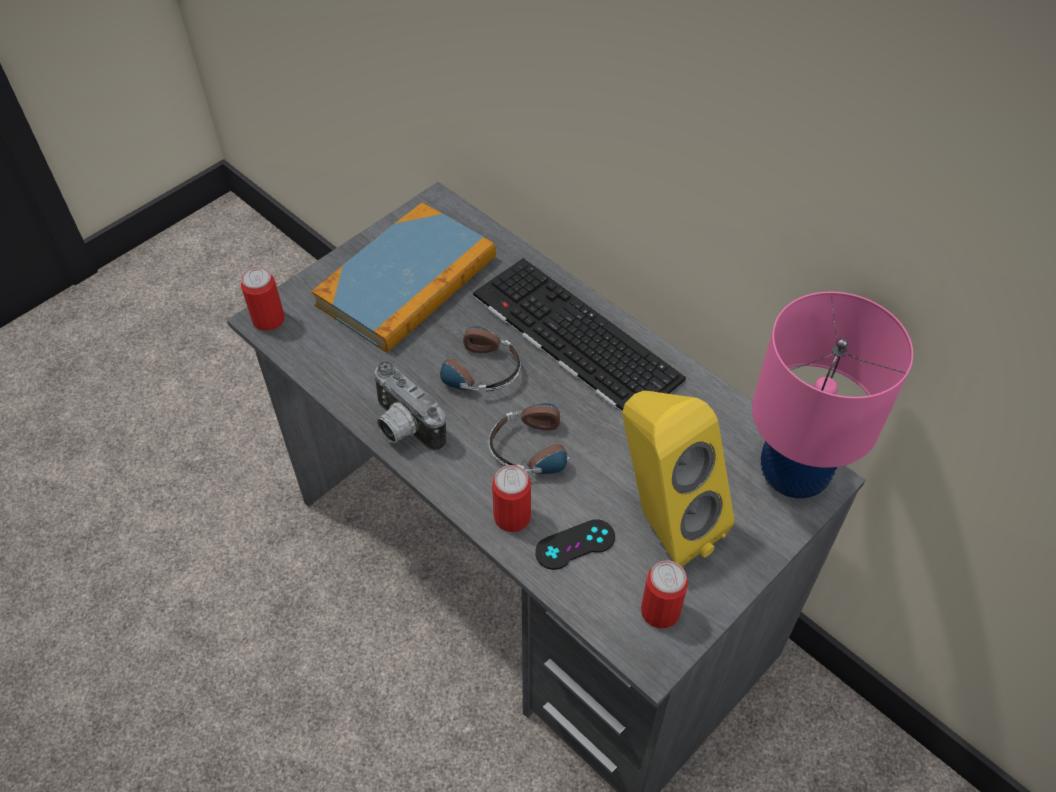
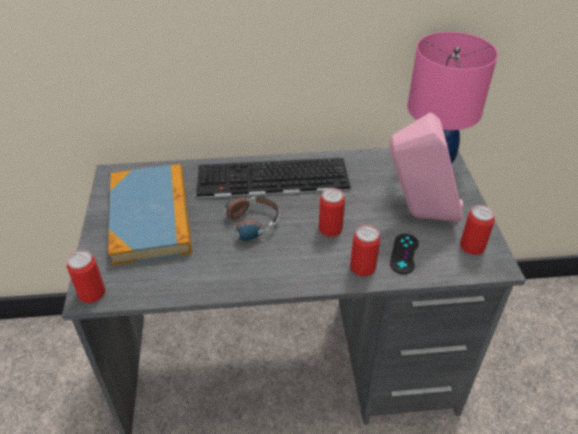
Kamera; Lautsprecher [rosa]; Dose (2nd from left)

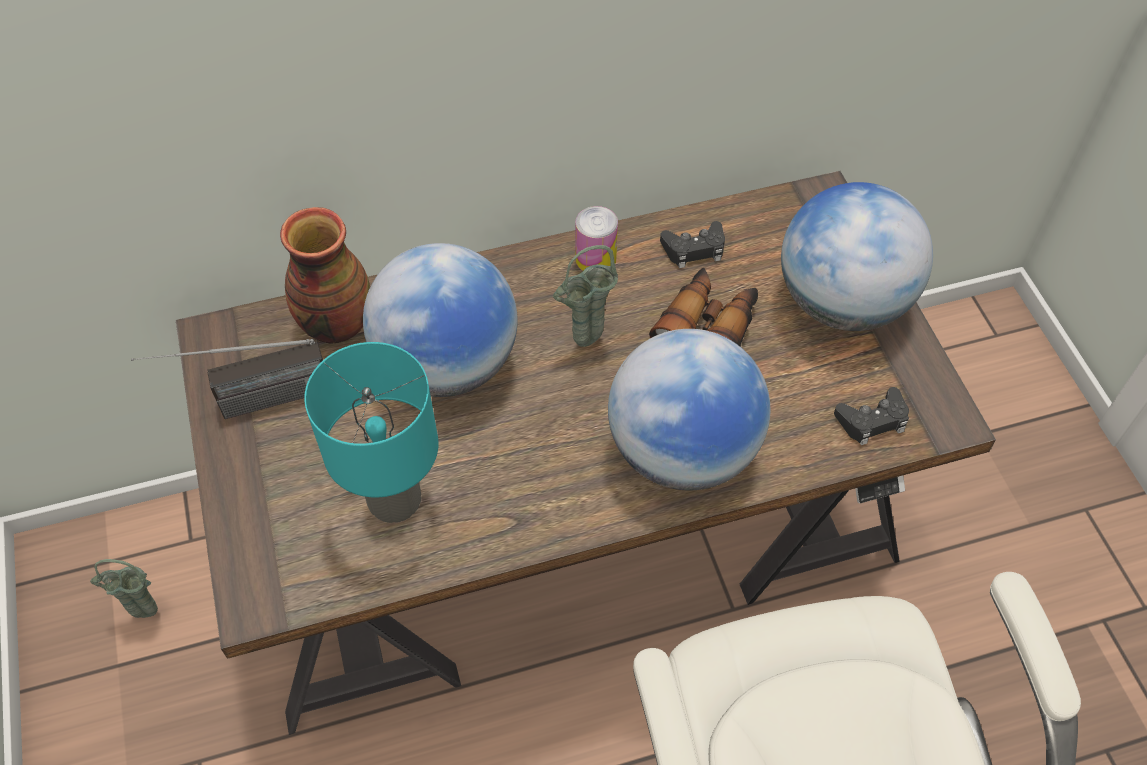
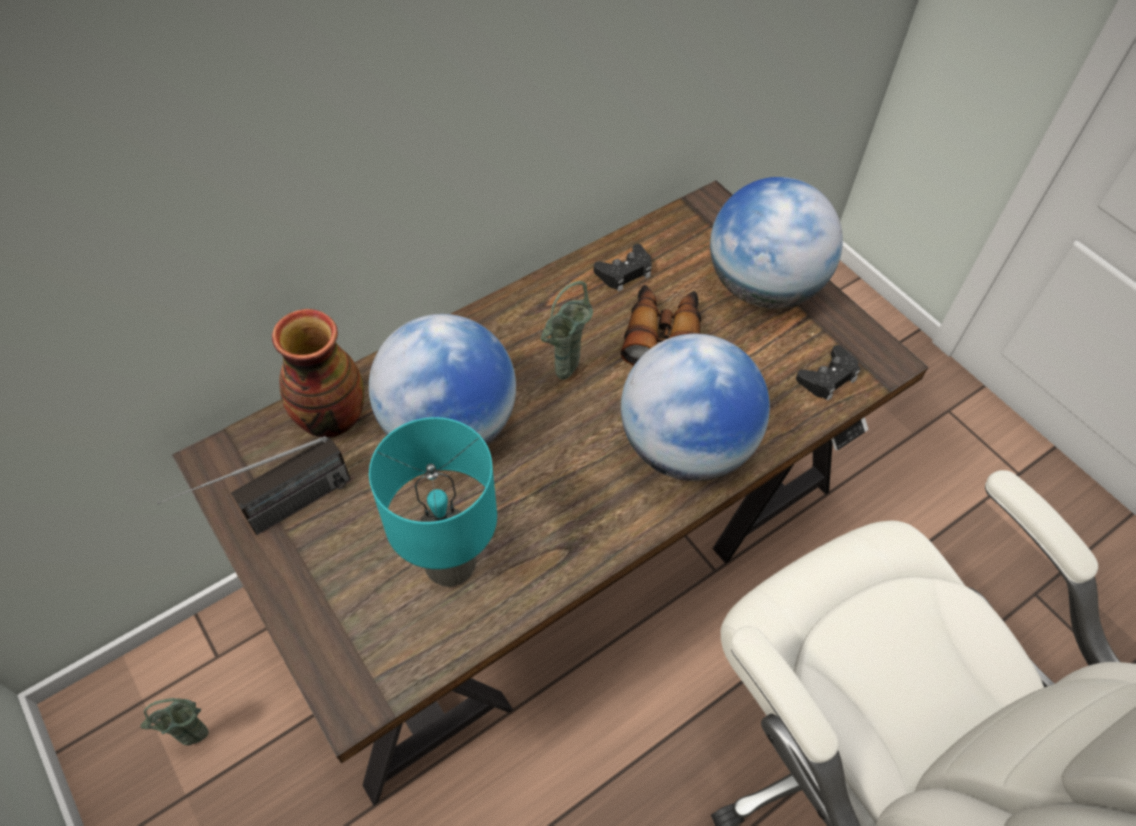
Dose

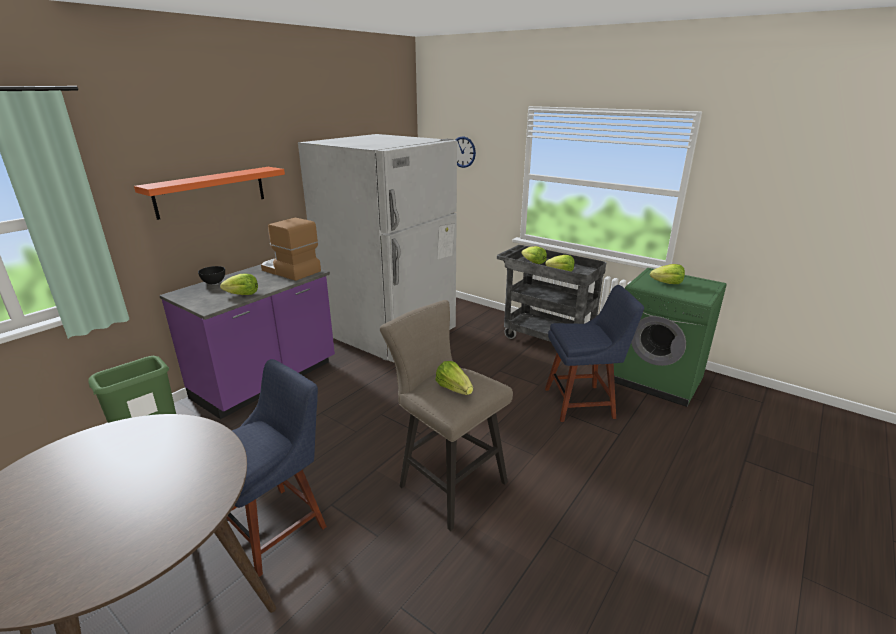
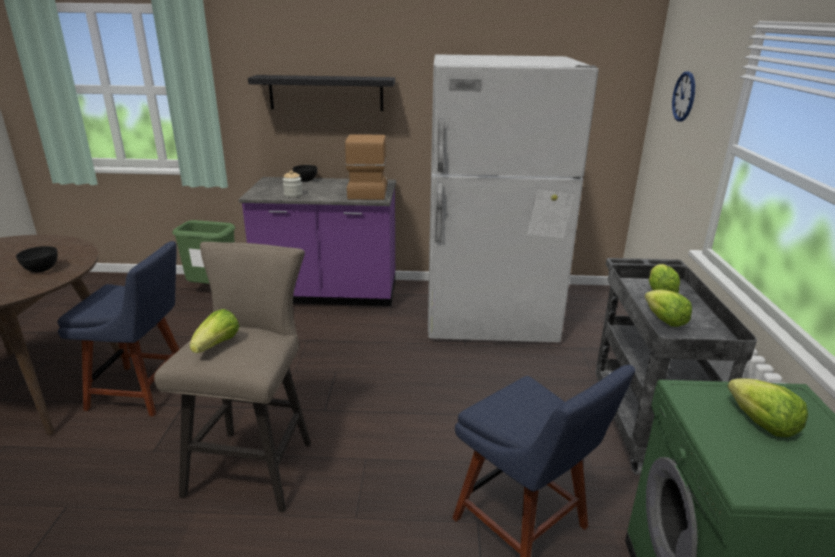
Wandregal [schwarz]; Vorratsglas; Schüssel [schwarz] (1st from left)

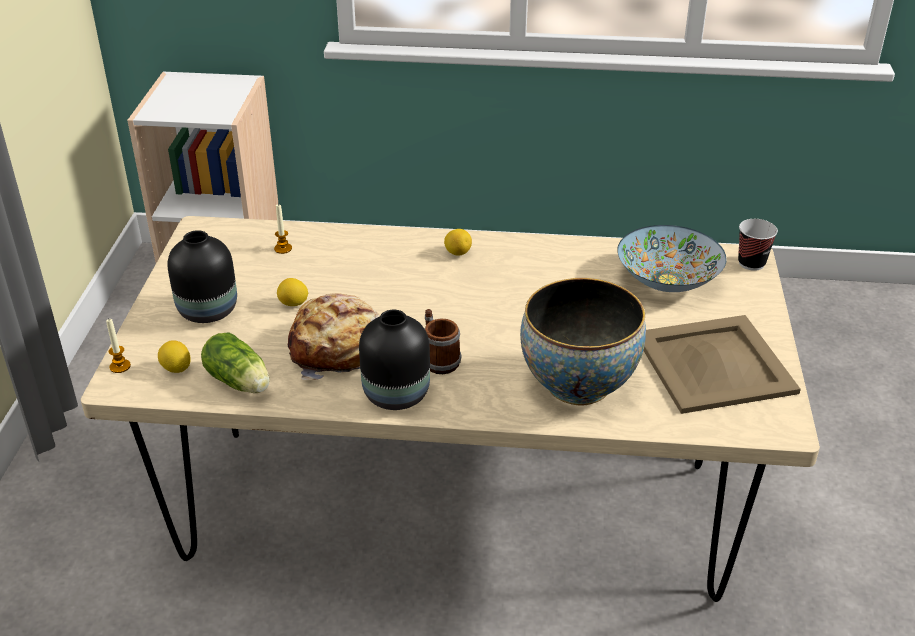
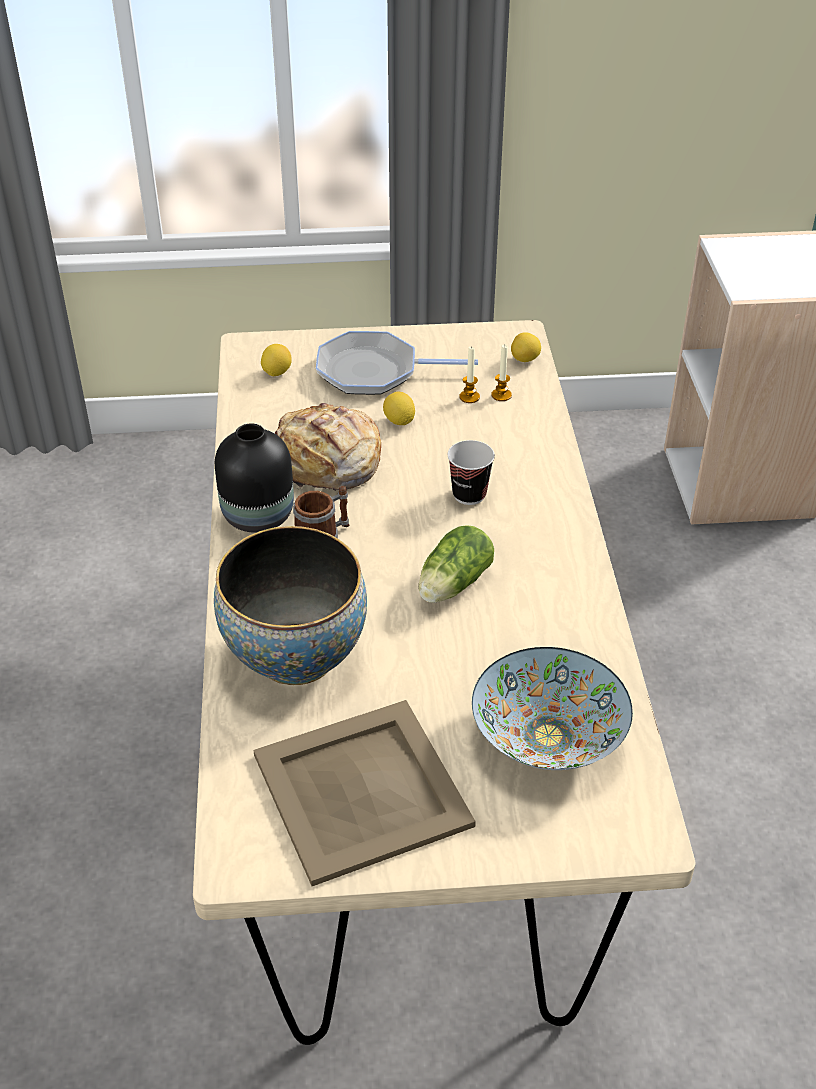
Tasse; Zitrone (3rd from left); Pfanne; Kerze (1st from left); Salatkopf

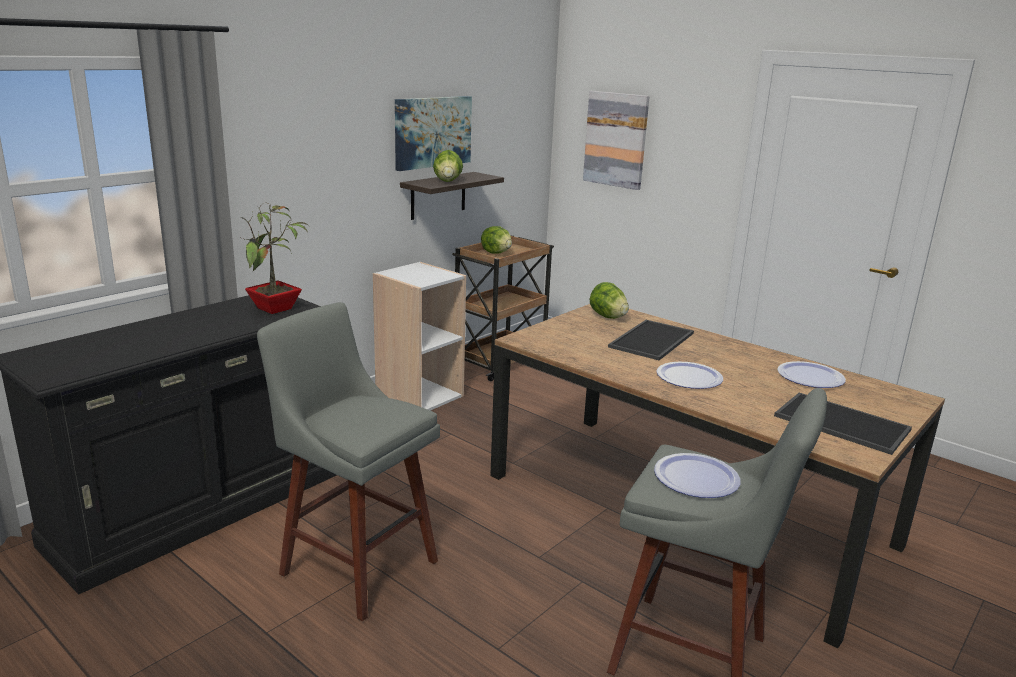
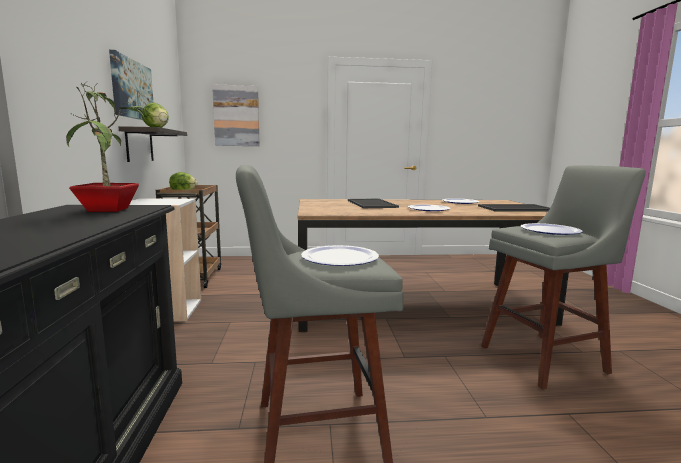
Salatkopf (3rd from left in the first image); Teller (1st from left)

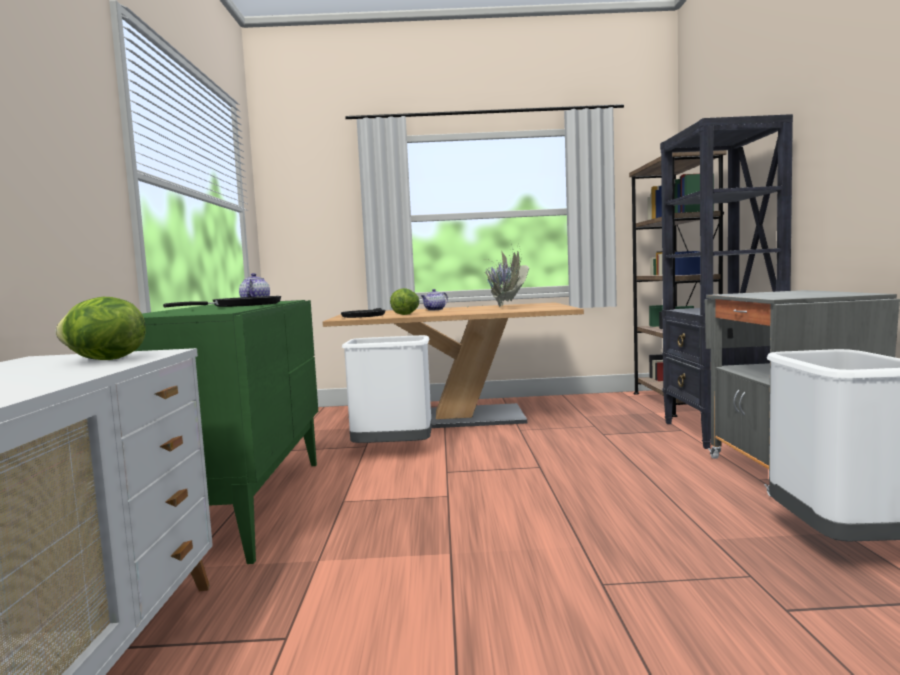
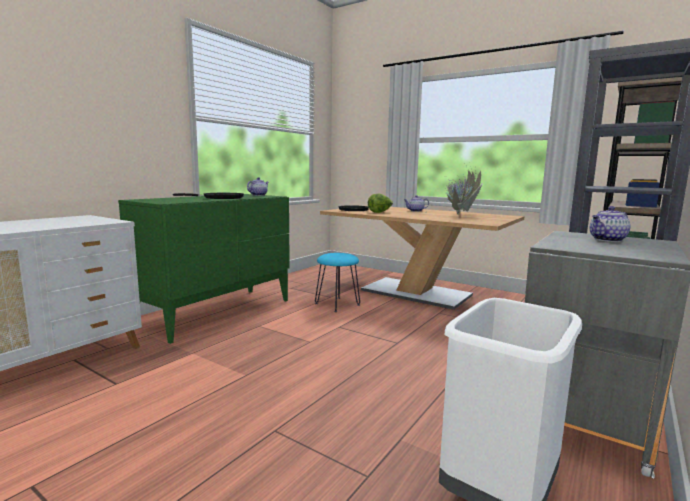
Salatkopf (1st from left in the first image); Hocker [türkis]; Teekanne (3rd from left)

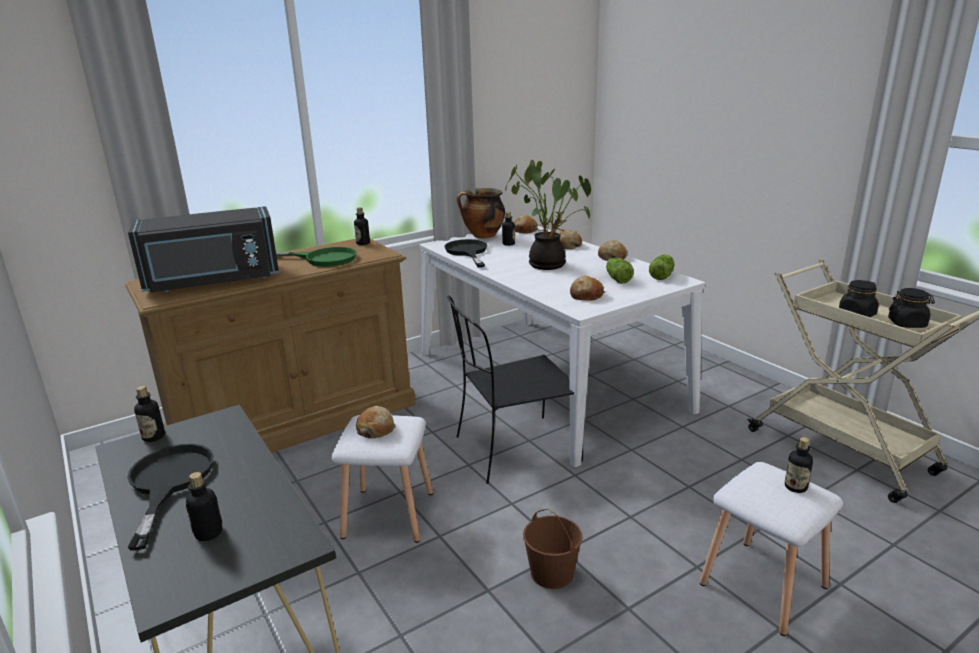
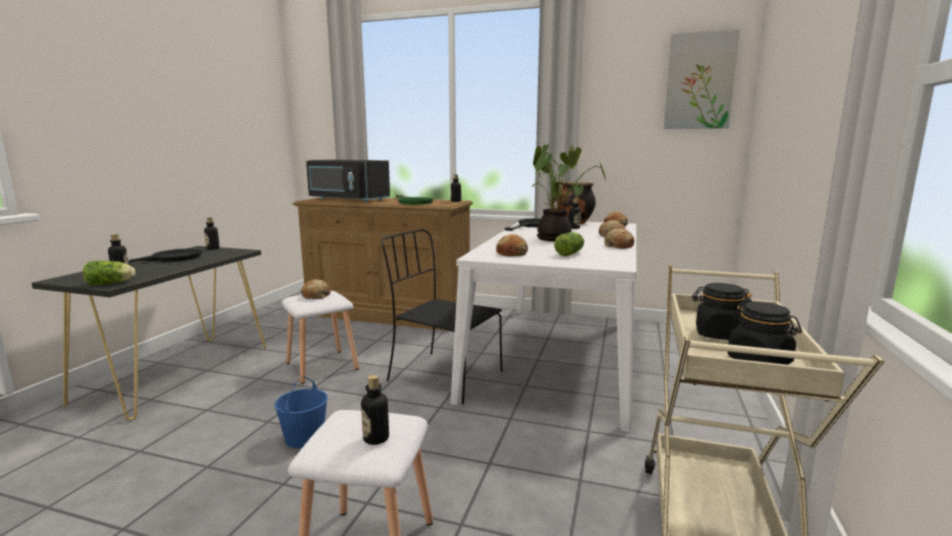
Salatkopf (1st from left); Eimer [blau]; Bild

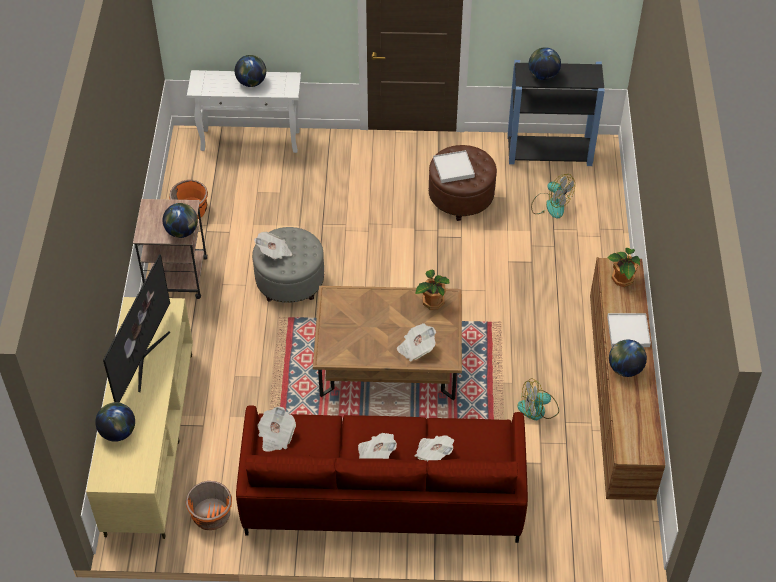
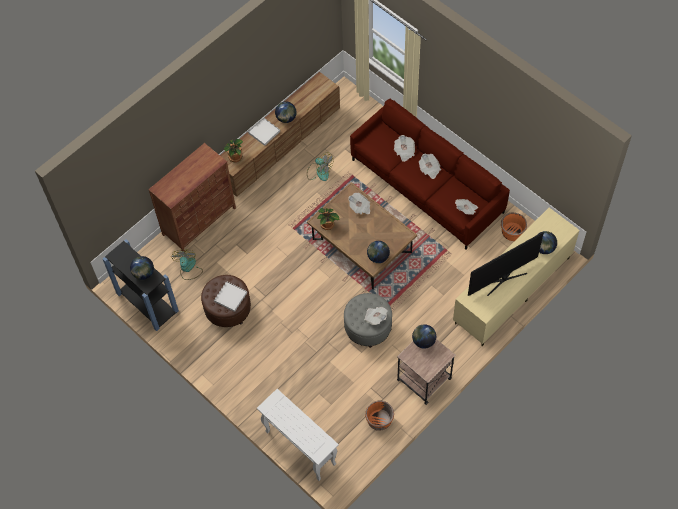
Globus (3rd from left); Kommode [braun]

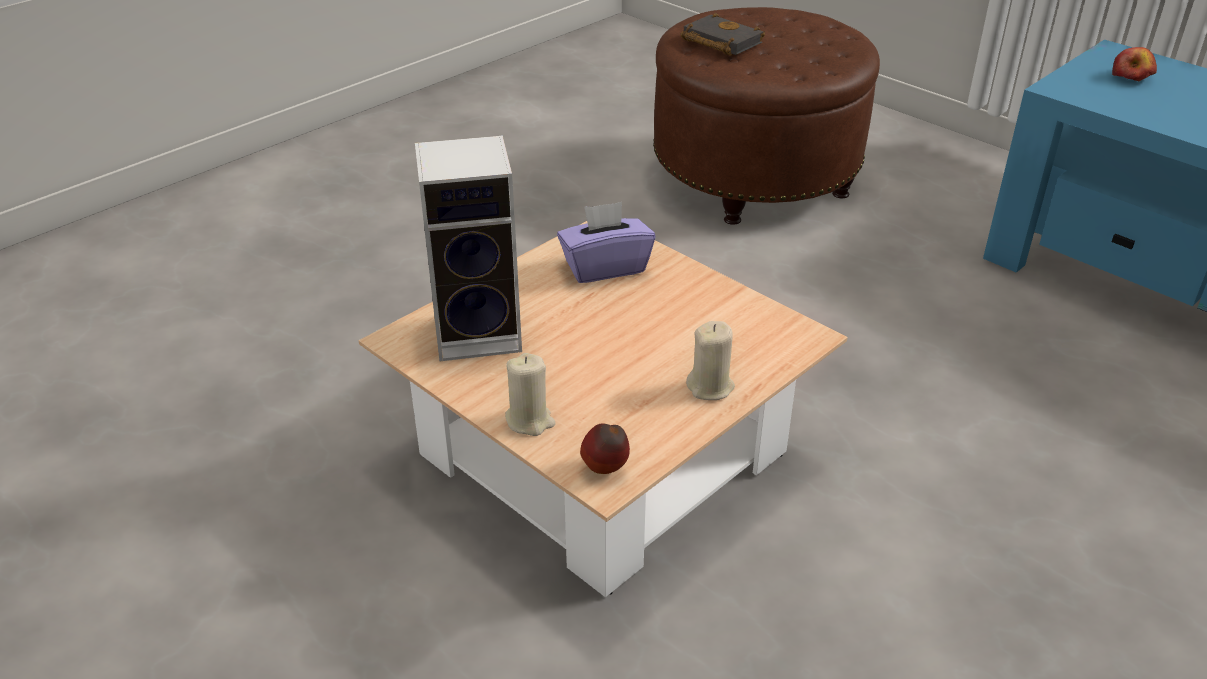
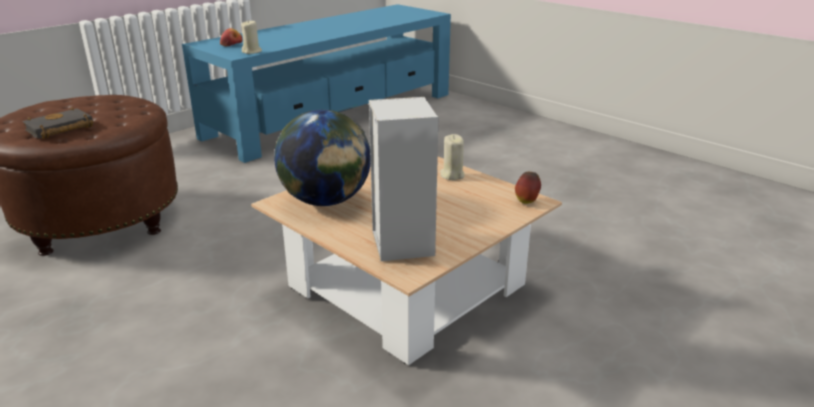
Globus; Kerze [beige] (1st from left)

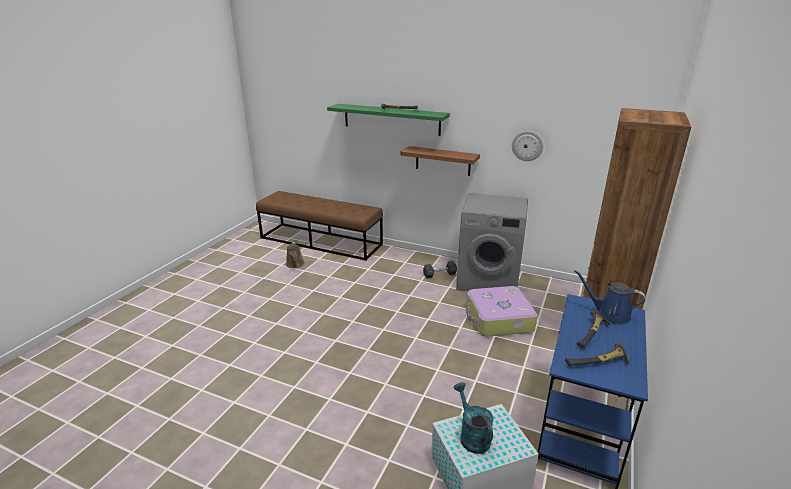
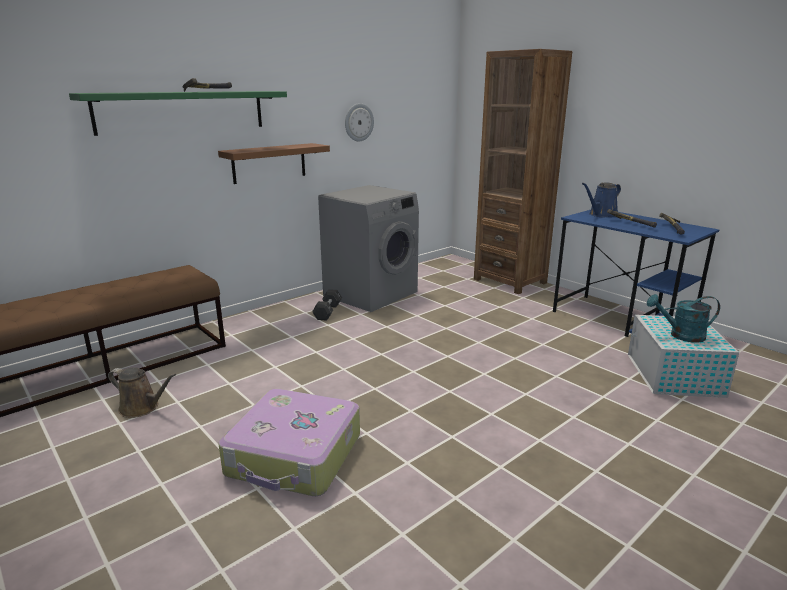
Koffer

